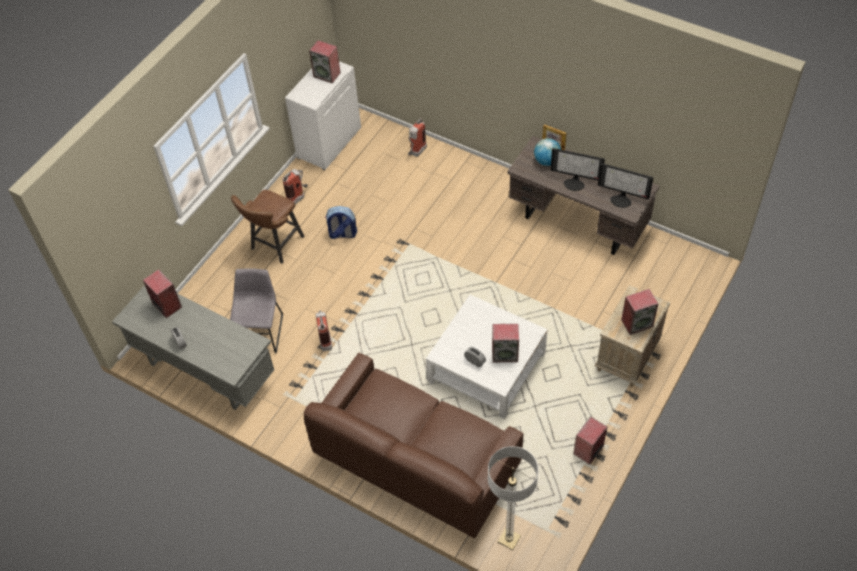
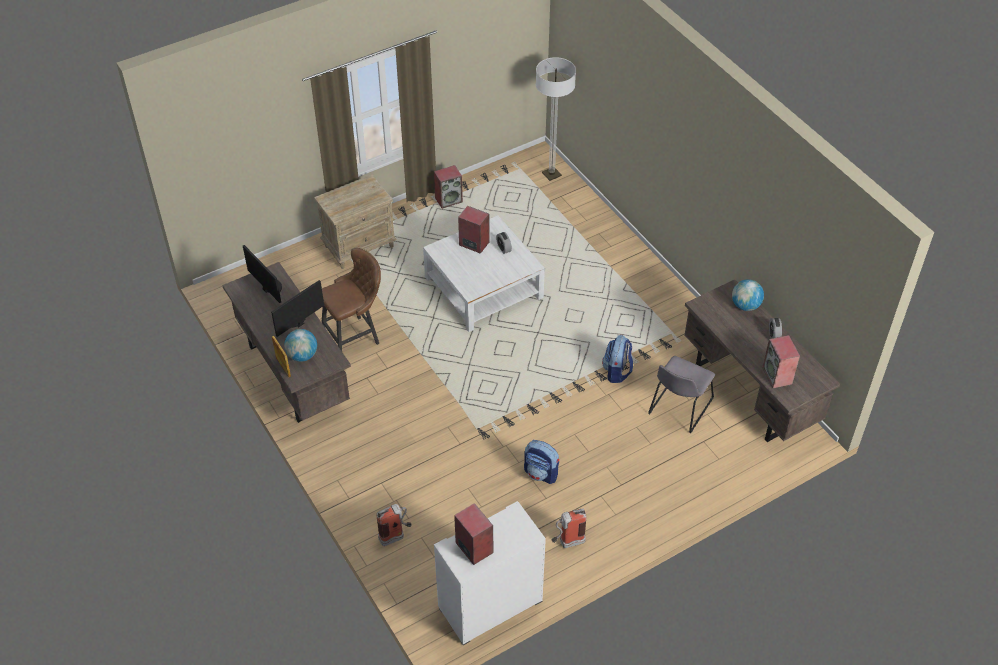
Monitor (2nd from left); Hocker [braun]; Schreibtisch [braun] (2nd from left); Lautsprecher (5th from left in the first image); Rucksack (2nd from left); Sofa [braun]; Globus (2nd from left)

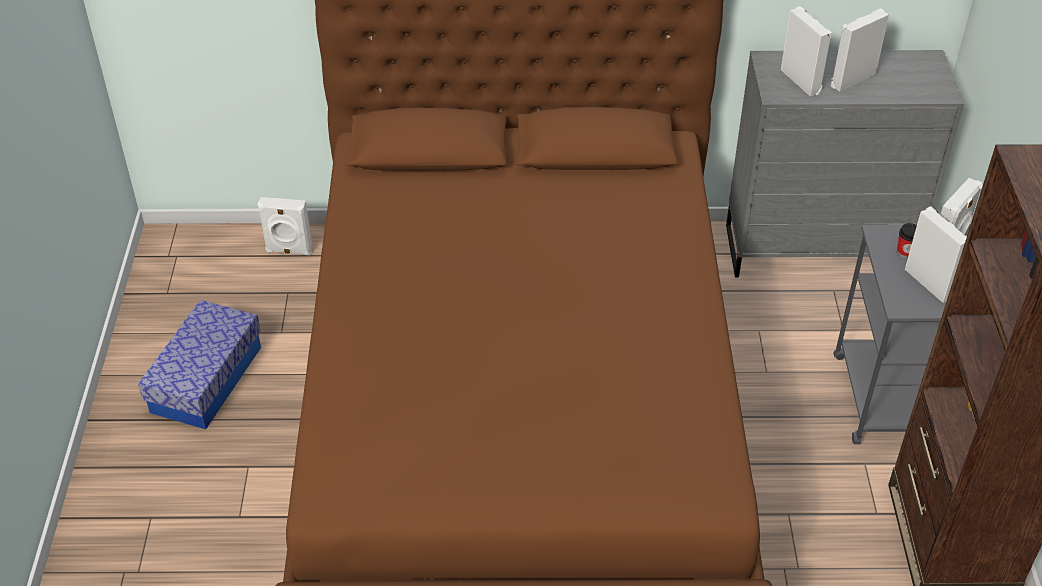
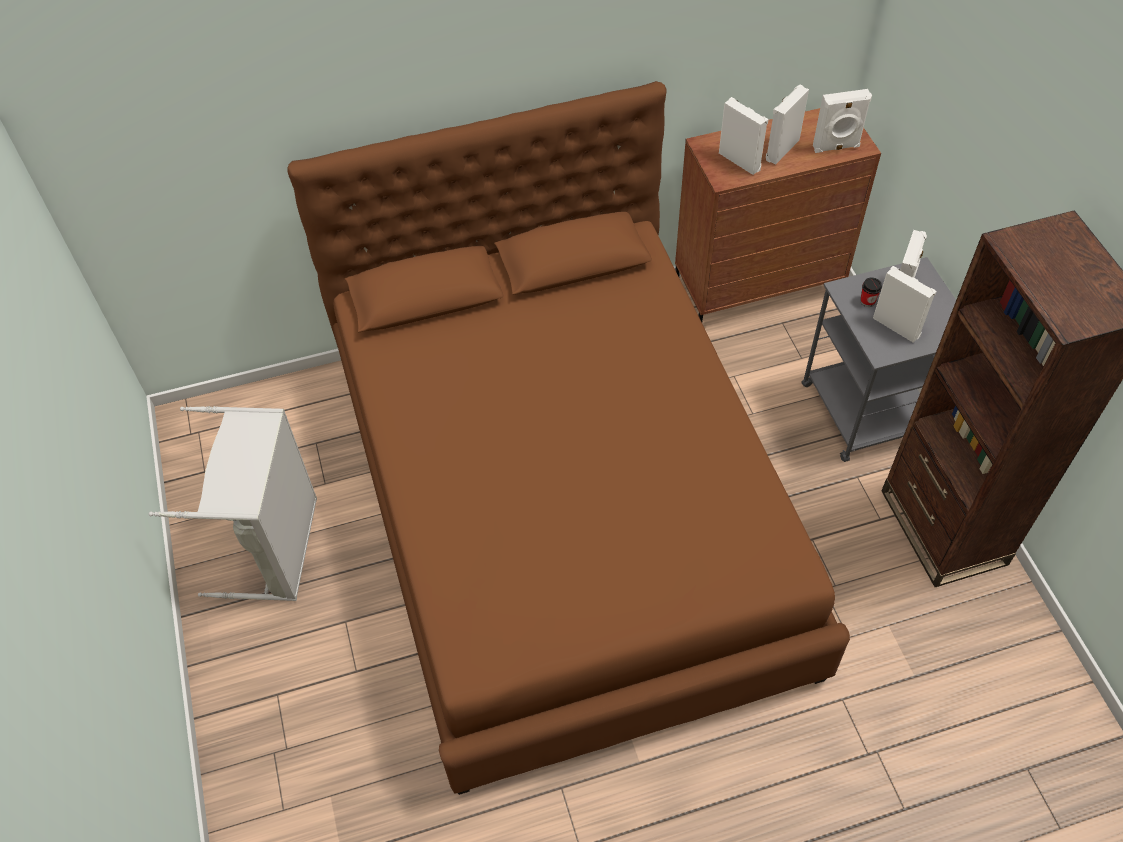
Kommode [braun]; Lautsprecher [weiß] (3rd from left); Wäschekorb [grau]

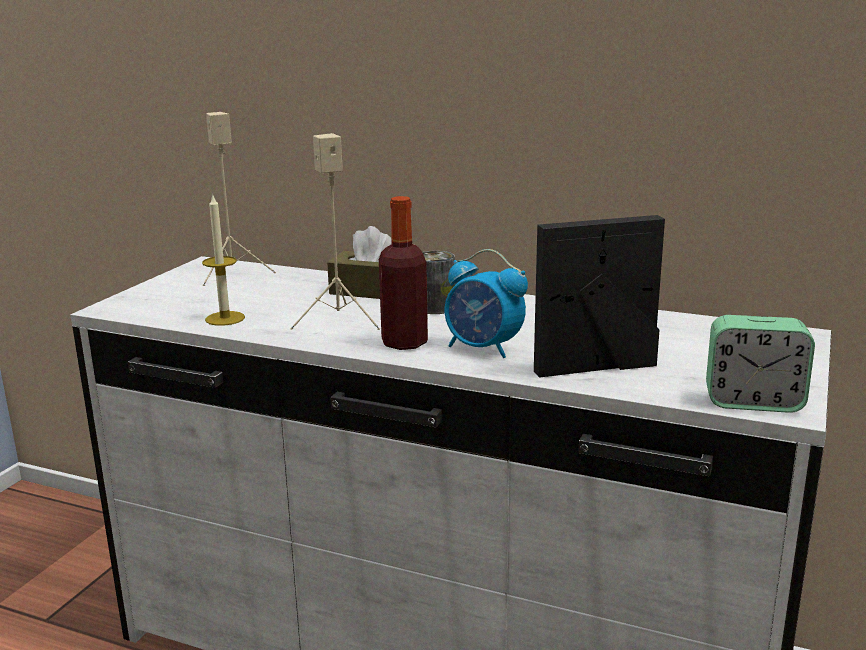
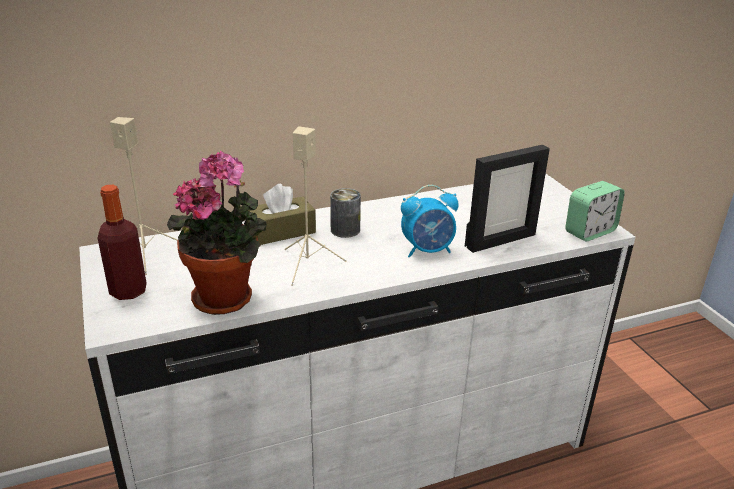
Topfpflanze; Flasche; Bilderrahmen

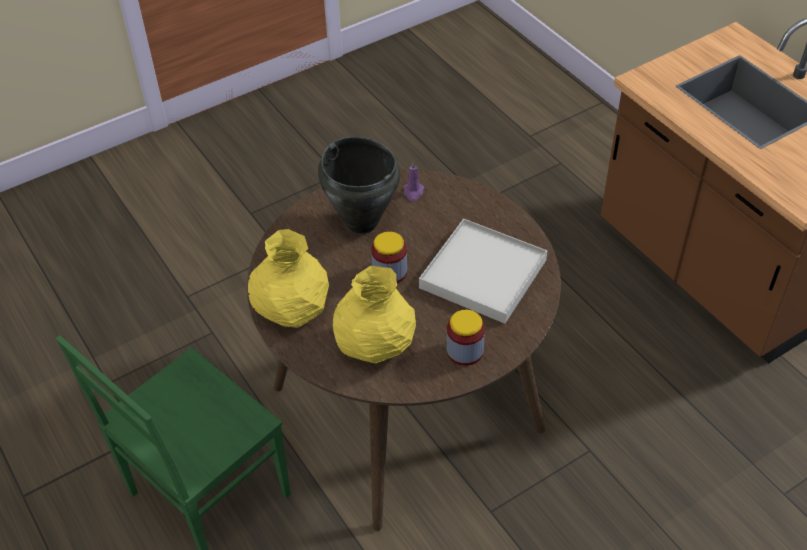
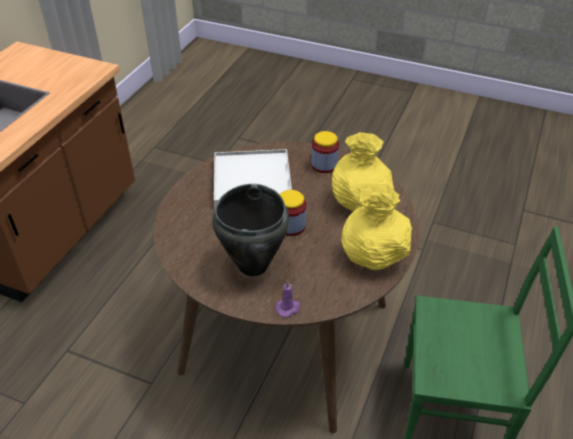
Kerze [lila]

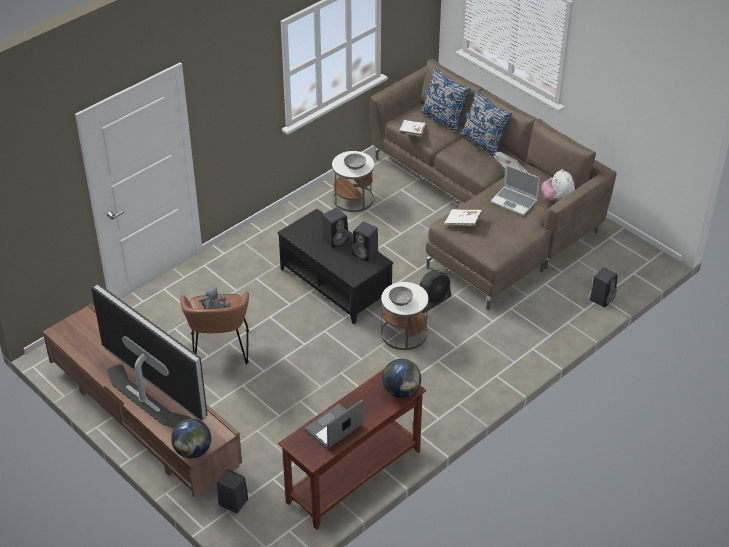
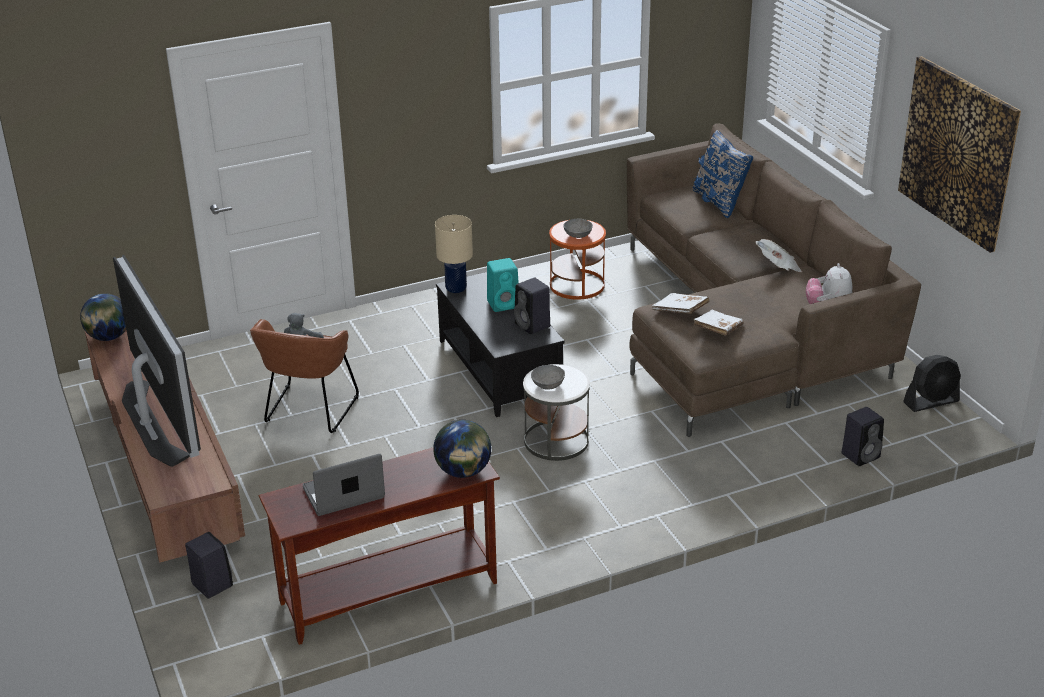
Kissen [blau] (2nd from left in the first image); Buch [weiß] (2nd from left); Beistelltisch [orange]; Laptop (2nd from left in the first image); Lautsprecher [türkis]; Ventilator [schwarz]; Globus (1st from left); Bild; Tischlampe [beige]

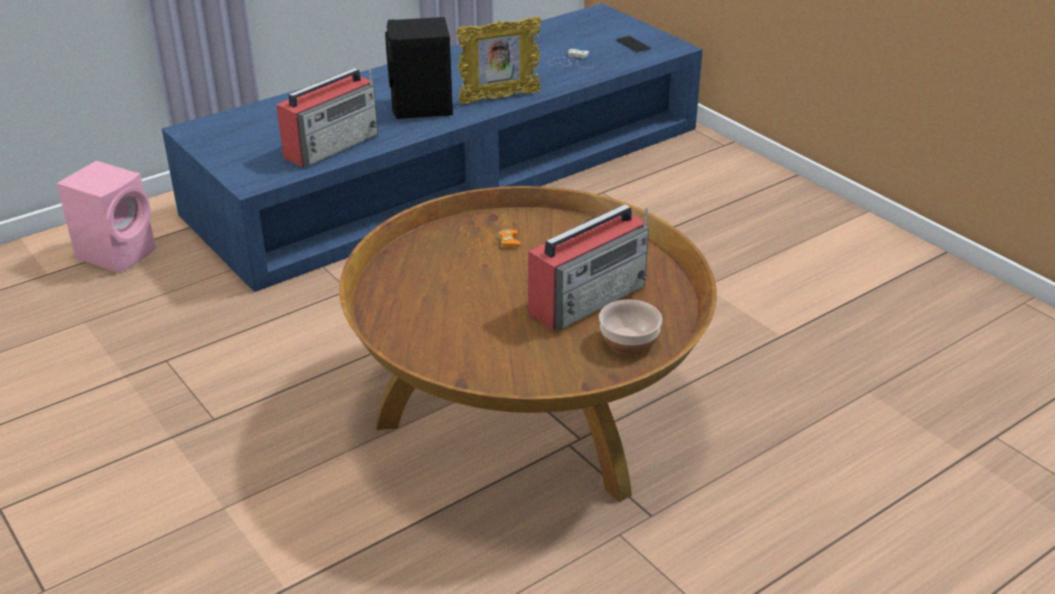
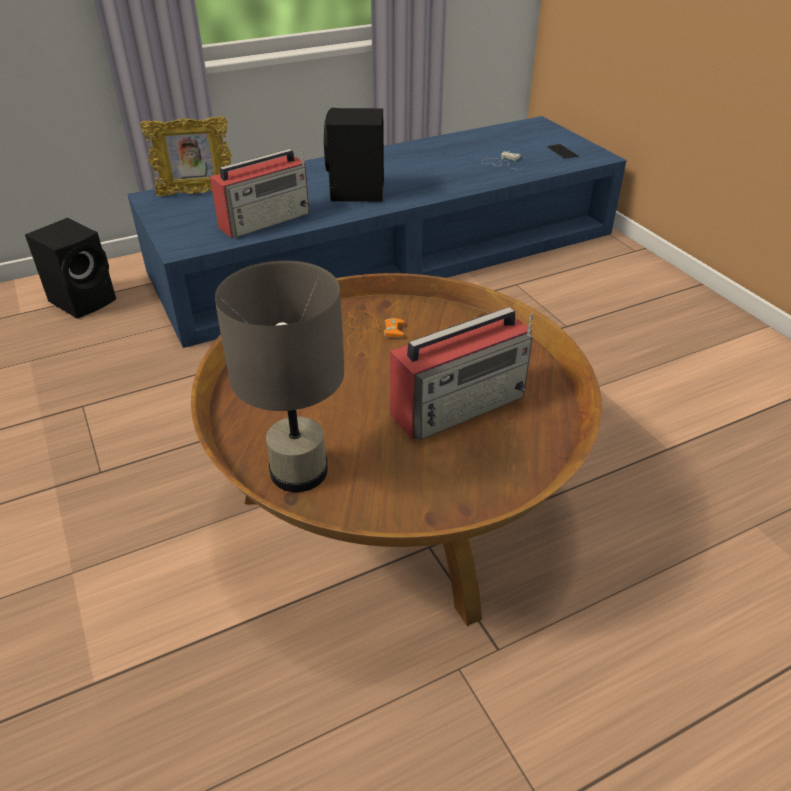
Bilderrahmen; Lautsprecher [schwarz] (1st from left); Schüssel; Tischlampe [grau]

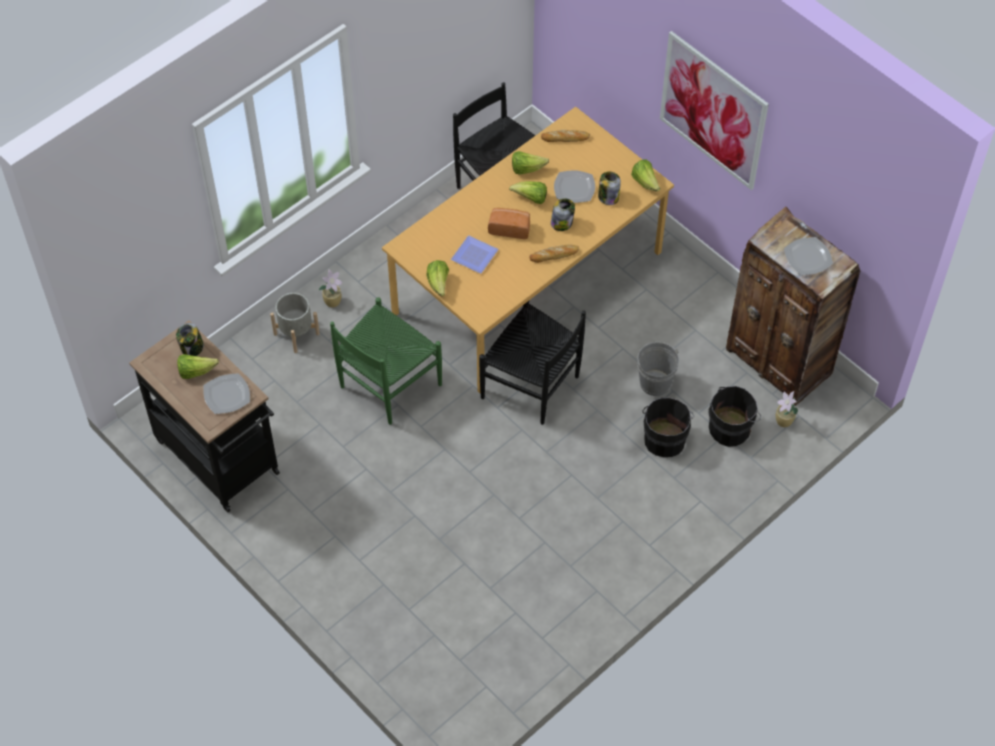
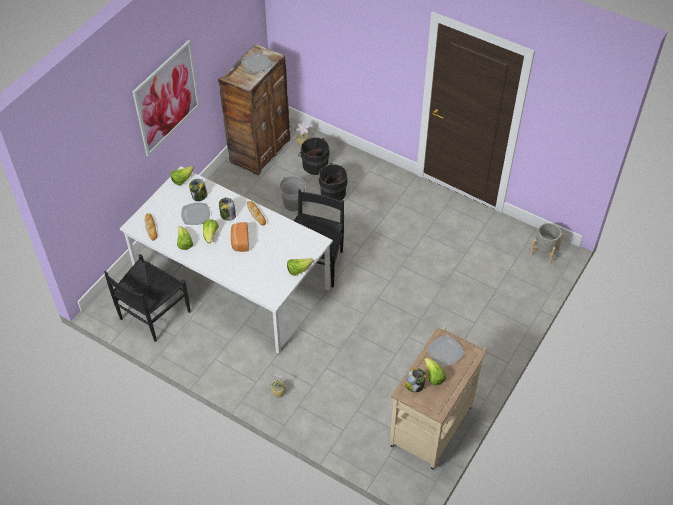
Esstisch [weiß]; Teller (2nd from left in the first image); Pflanzkübel [grau]; Stuhl [grün]; Rollwagen [beige]

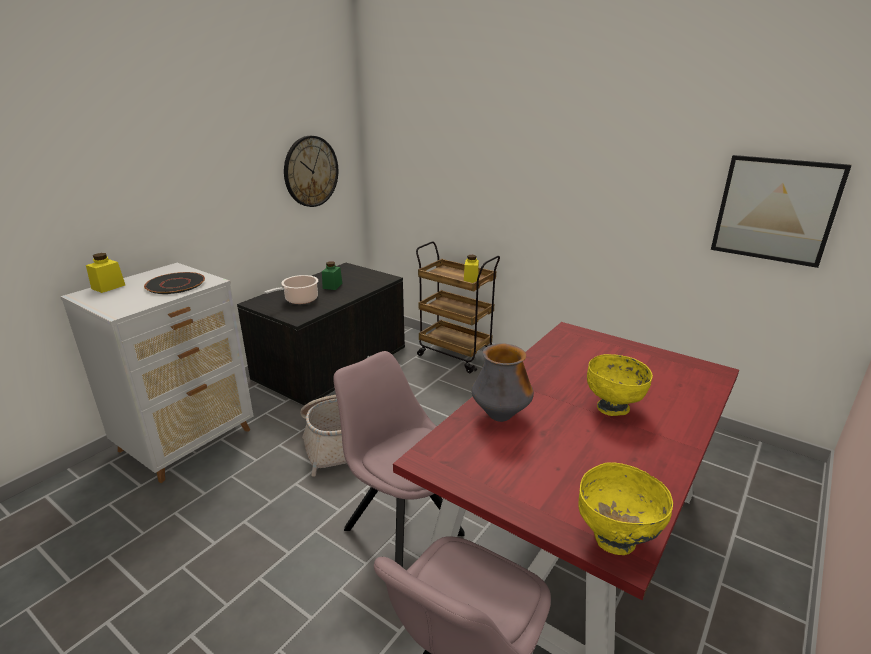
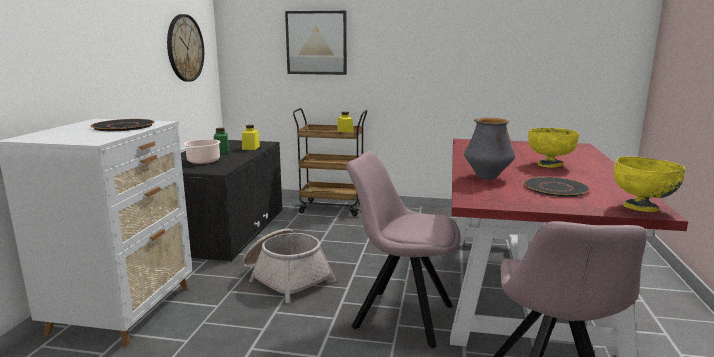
Bild; Vorratsglas [gelb] (1st from left); Teller [schwarz] (2nd from left)

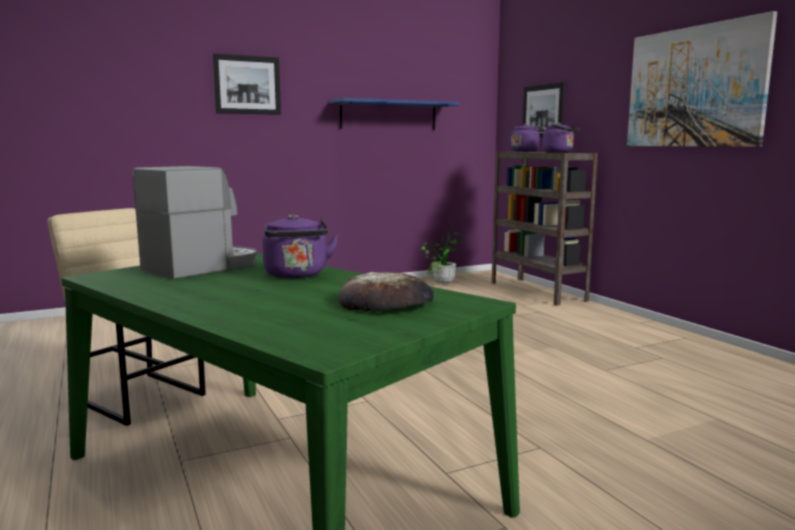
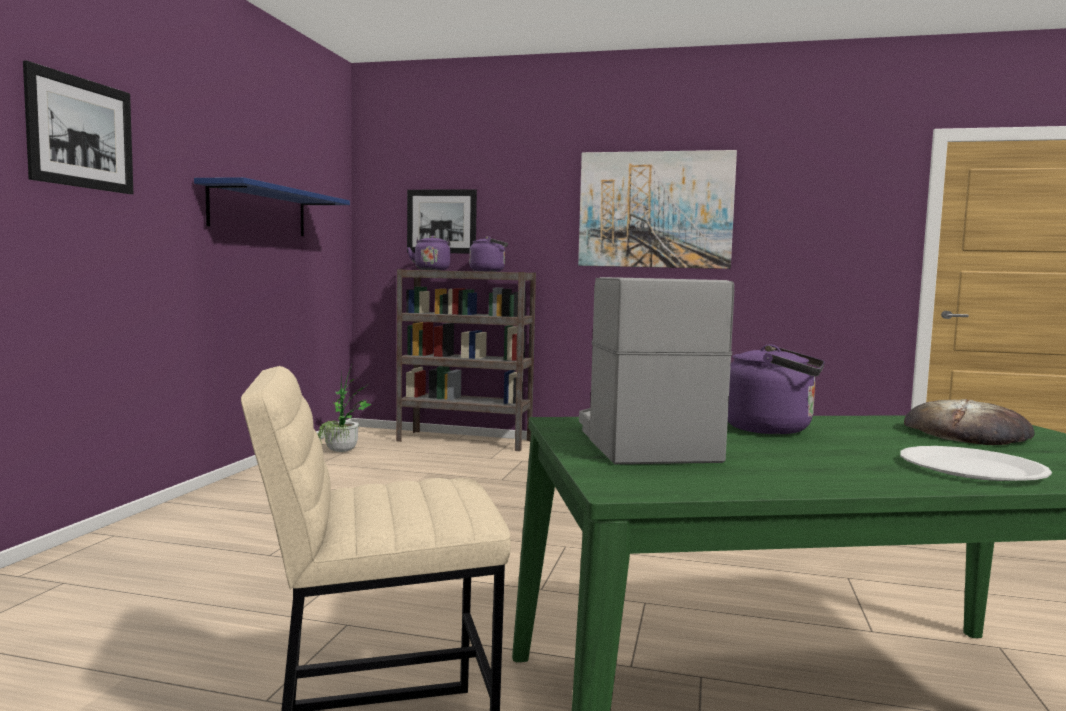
Teller [weiß]

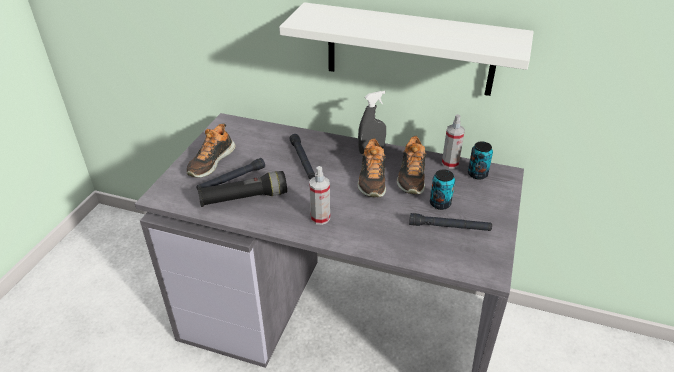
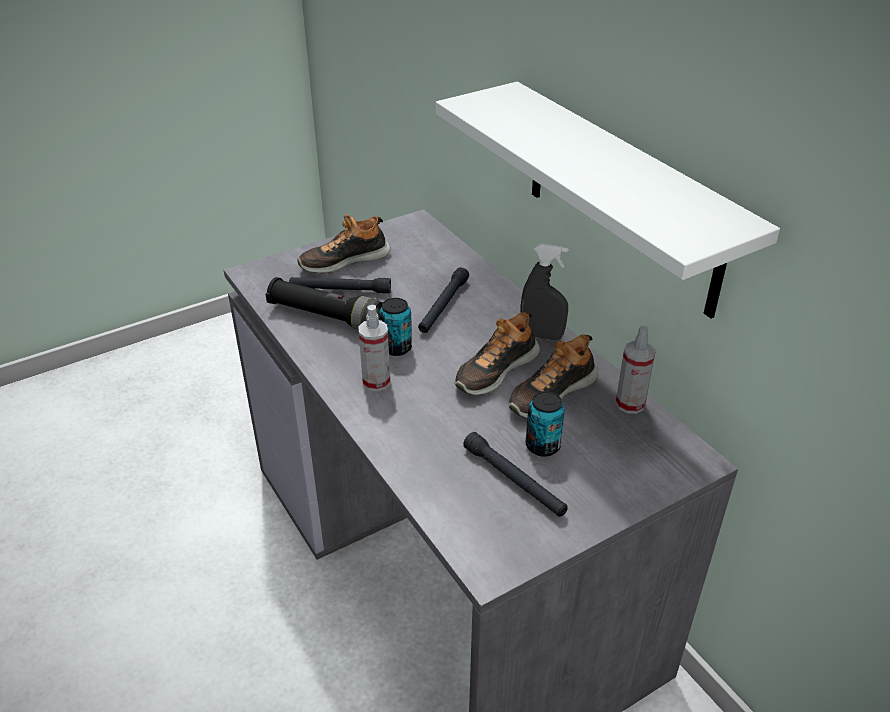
Dose (1st from left)

